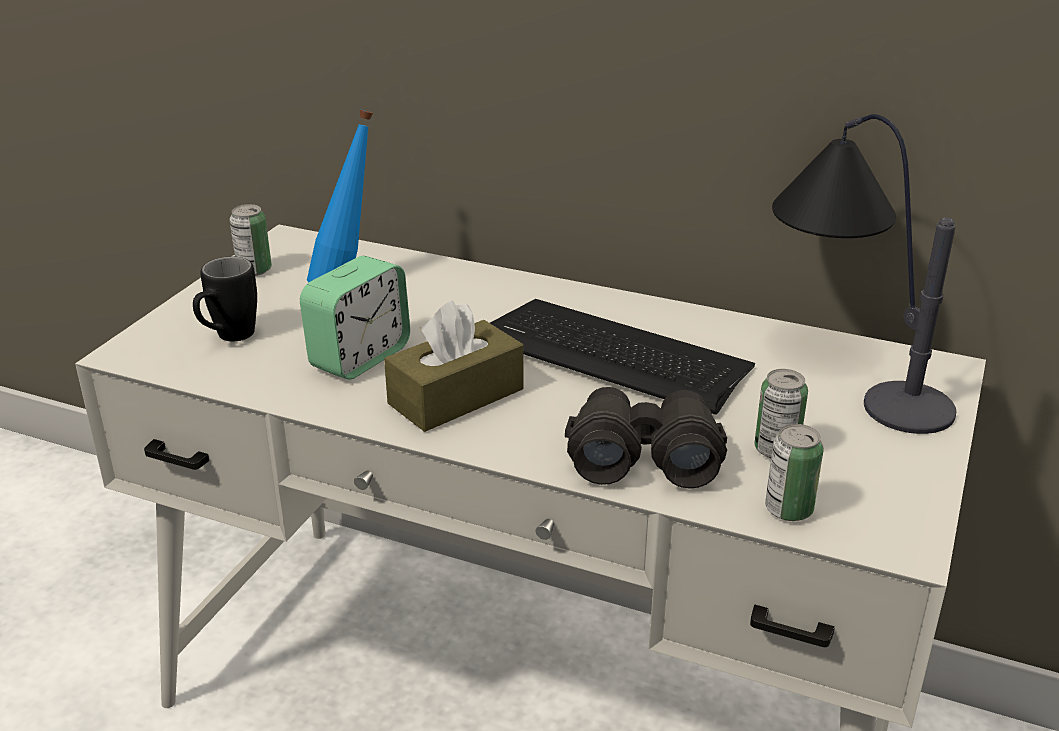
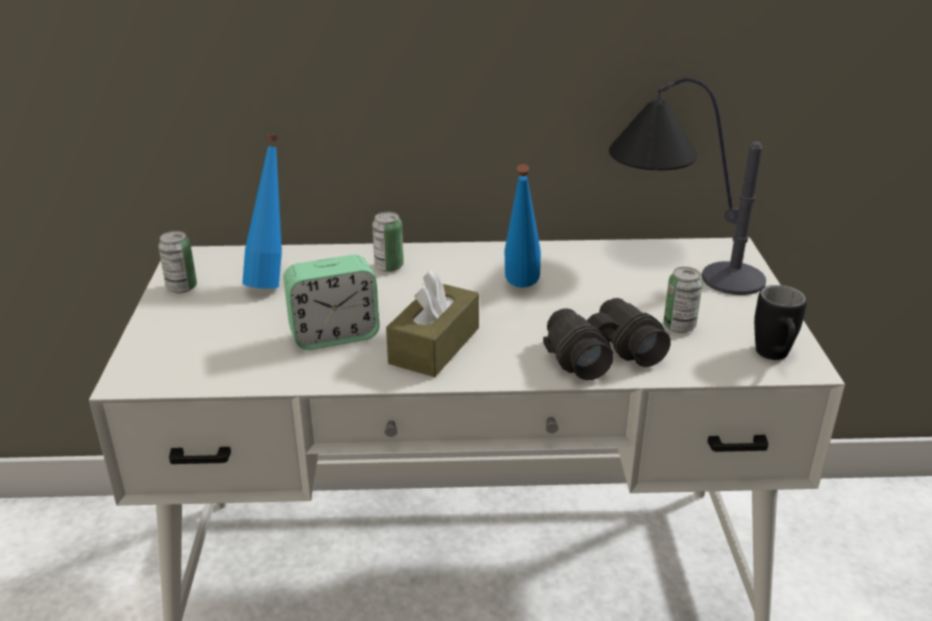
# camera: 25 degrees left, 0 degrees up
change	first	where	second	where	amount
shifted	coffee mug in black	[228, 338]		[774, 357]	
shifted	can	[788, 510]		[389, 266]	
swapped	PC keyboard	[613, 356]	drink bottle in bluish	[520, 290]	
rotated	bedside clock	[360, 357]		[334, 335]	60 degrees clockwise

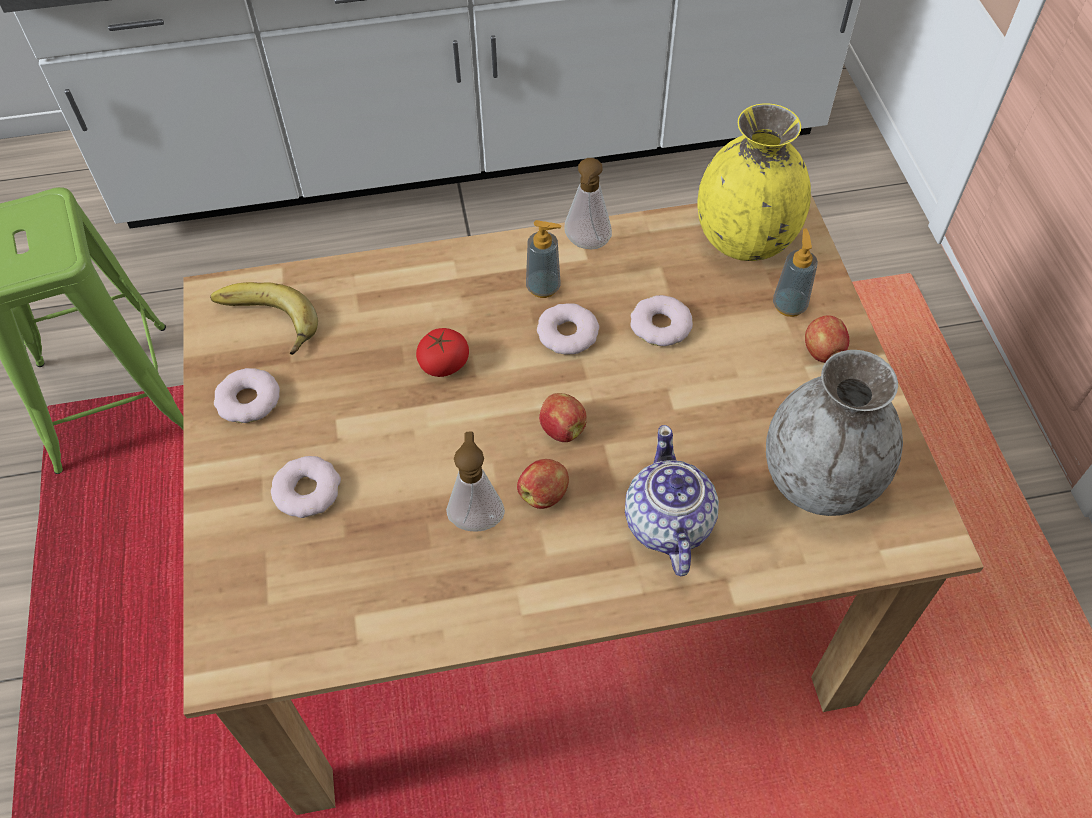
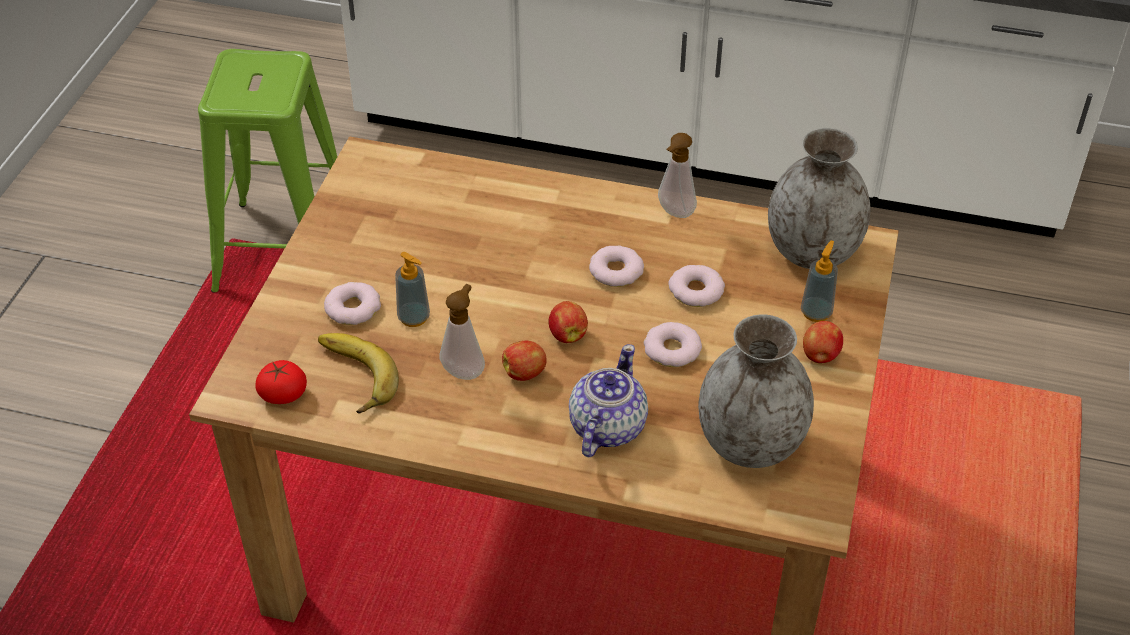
# camera: 25 degrees right, 10 degrees down
change	first	where	second	where	amount
shifted	banana	[264, 323]		[352, 377]	
shifted	donut	[248, 400]		[672, 350]	
shifted	fresh tomato	[443, 363]		[283, 394]	
shifted	liquid soap bottle	[543, 287]		[414, 317]	
repainted	decorative vase in yellow-coloured	[744, 240]	decorative vase in gray	[811, 252]	

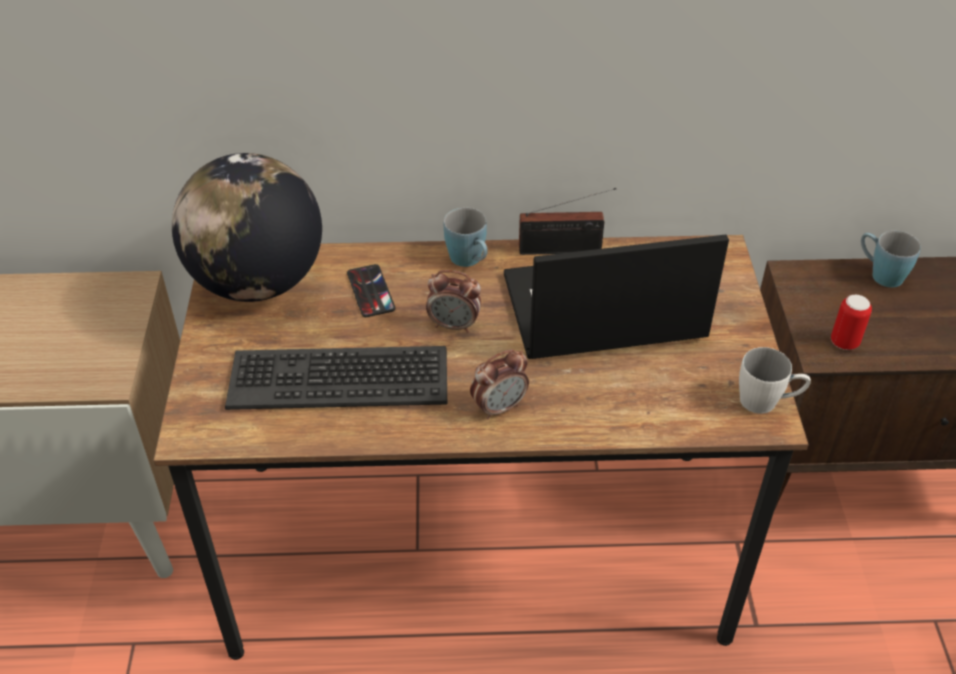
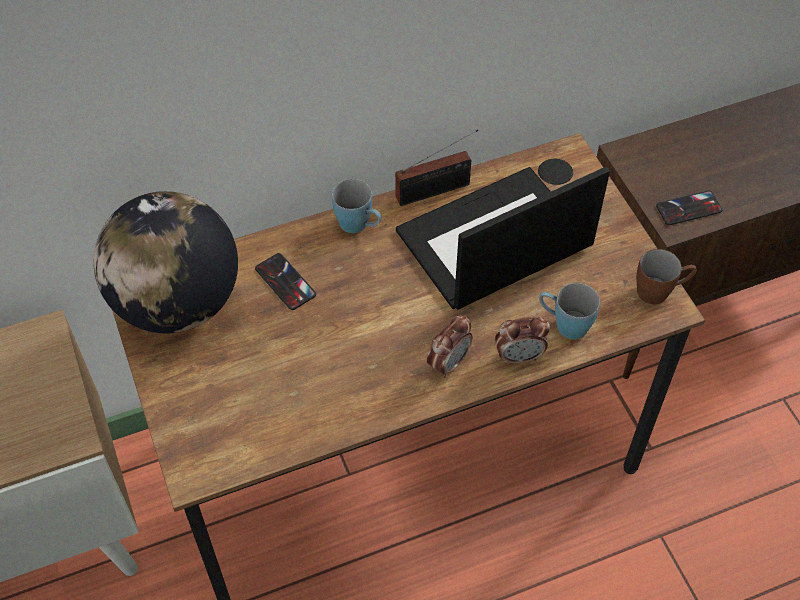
# camera: 20 degrees left, 10 degrees up
change	first	where	second	where	amount
gone	PC keyboard	[339, 378]			
shifted	bedside clock	[454, 325]		[519, 356]	
shifted	coffee mug in bluish	[880, 274]		[564, 324]	
swapped	can	[844, 342]	telephone	[689, 208]	
repainted	coffee mug in white-coloured	[767, 402]	coffee mug in brown	[660, 291]	

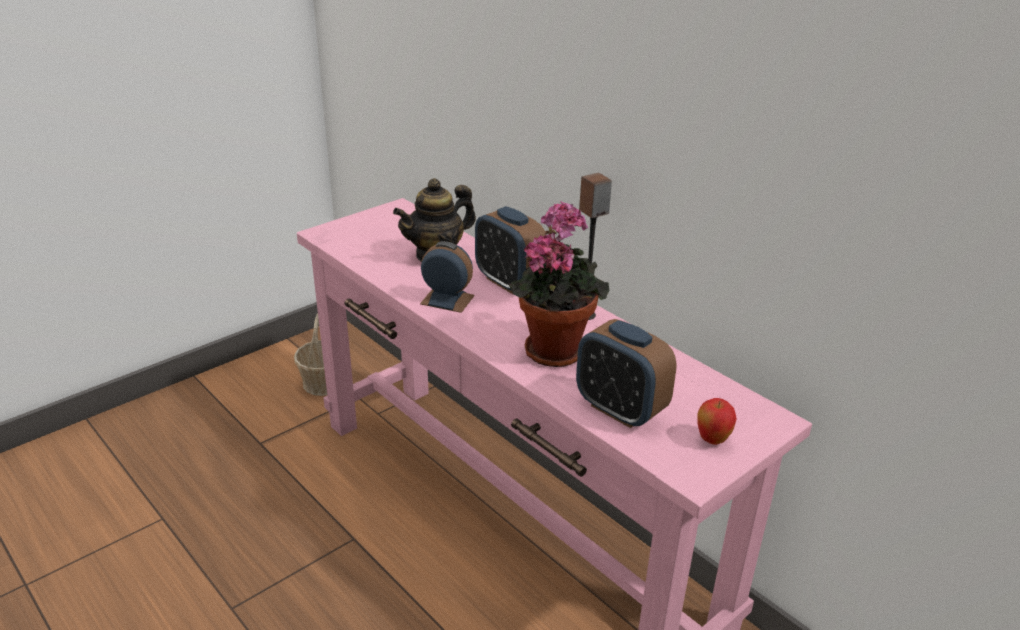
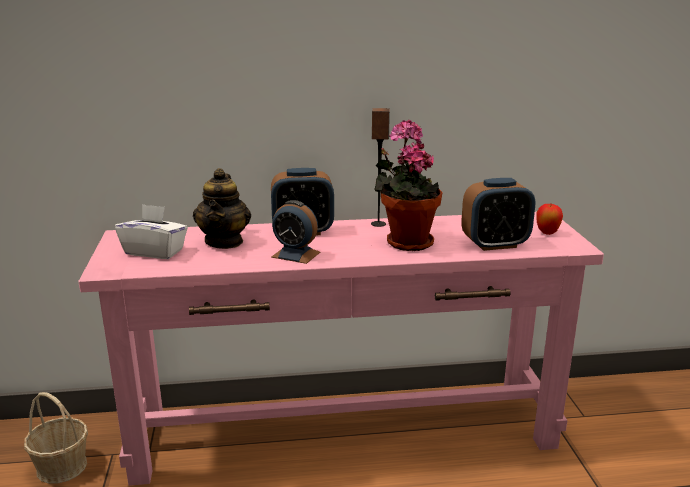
# camera: 55 degrees left, 10 degrees down
change	first	where	second	where	amount
new			box of tissues in white-coloured	[154, 252]	
rotated	bedside clock	[447, 299]		[295, 254]	120 degrees counterclockwise

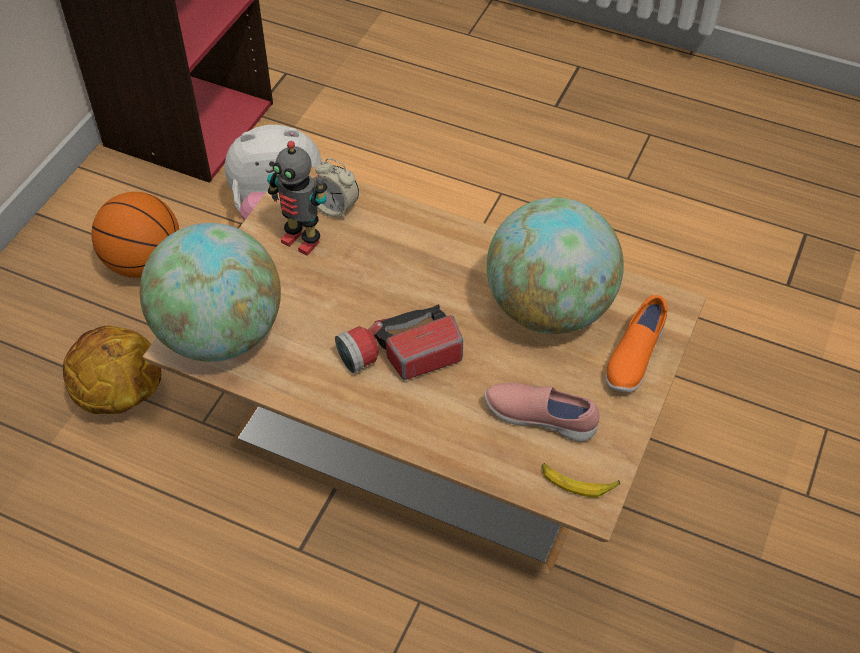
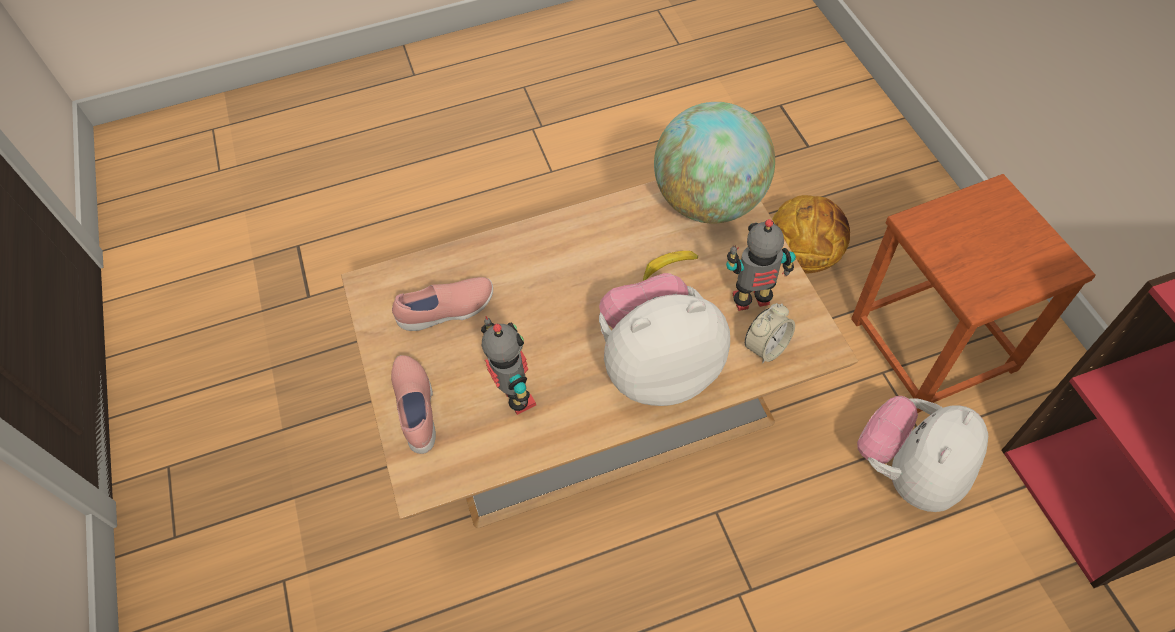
# camera: 140 degrees right, 5 degrees up
change	first	where	second	where	amount
gone	hand torch	[400, 356]			
new			plush toy	[658, 366]	
shifted	banana	[577, 482]		[668, 269]	
swapped	ball for basketball	[144, 263]	stool seat in brown	[931, 344]	
swapped	desk globe	[549, 308]	toy robot	[516, 398]	
repainted	shoe in orangey	[633, 358]	shoe in pinkish	[418, 408]	
rotated	bedside clock	[335, 207]		[766, 347]	150 degrees clockwise

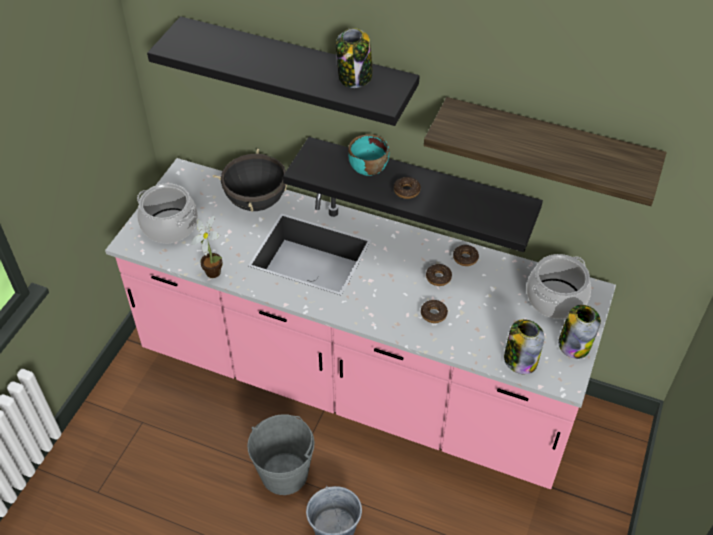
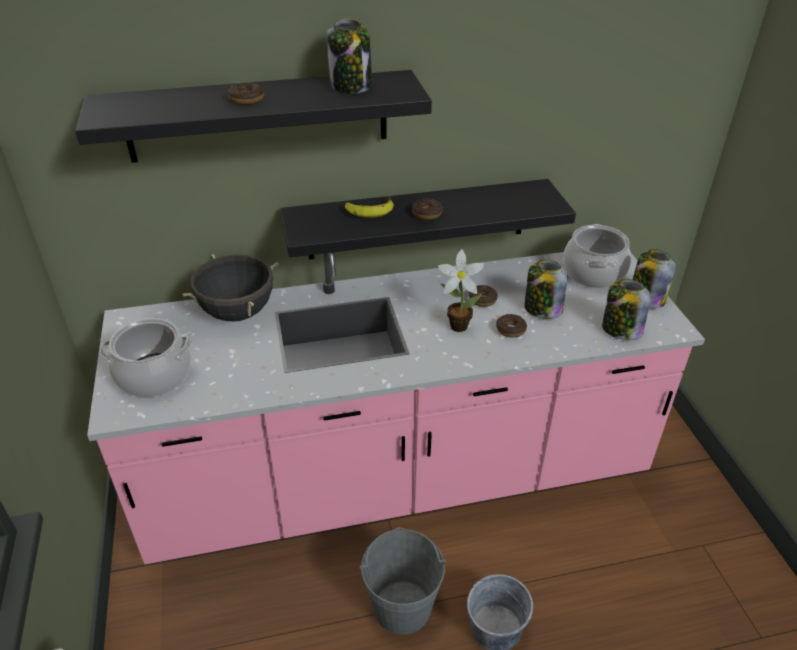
# camera: 35 degrees left, 10 degrees down
change	first	where	second	where	amount
gone	bracket shelf	[548, 146]			
new			storage jar	[542, 309]	
shifted	plant in a pot	[212, 270]		[456, 325]	
shifted	donut	[465, 258]		[246, 99]	
swapped	bowl in blue-green	[368, 168]	banana	[369, 210]	

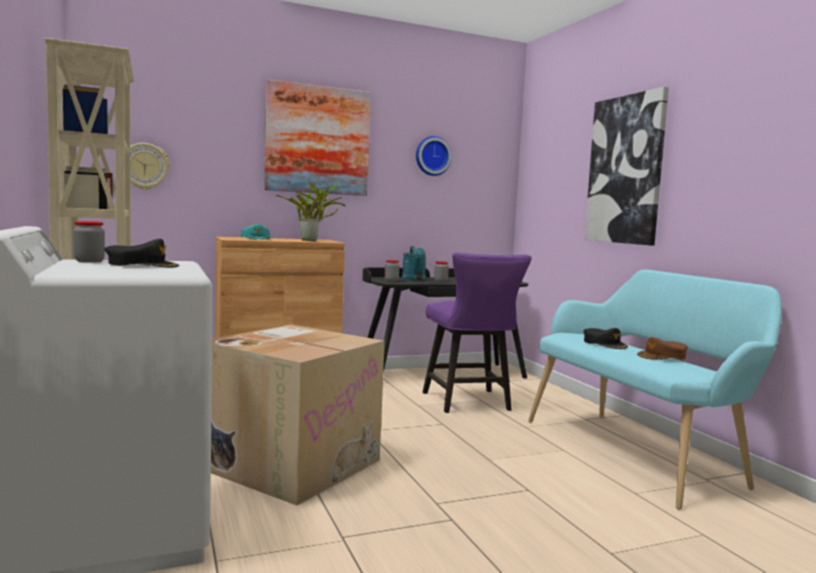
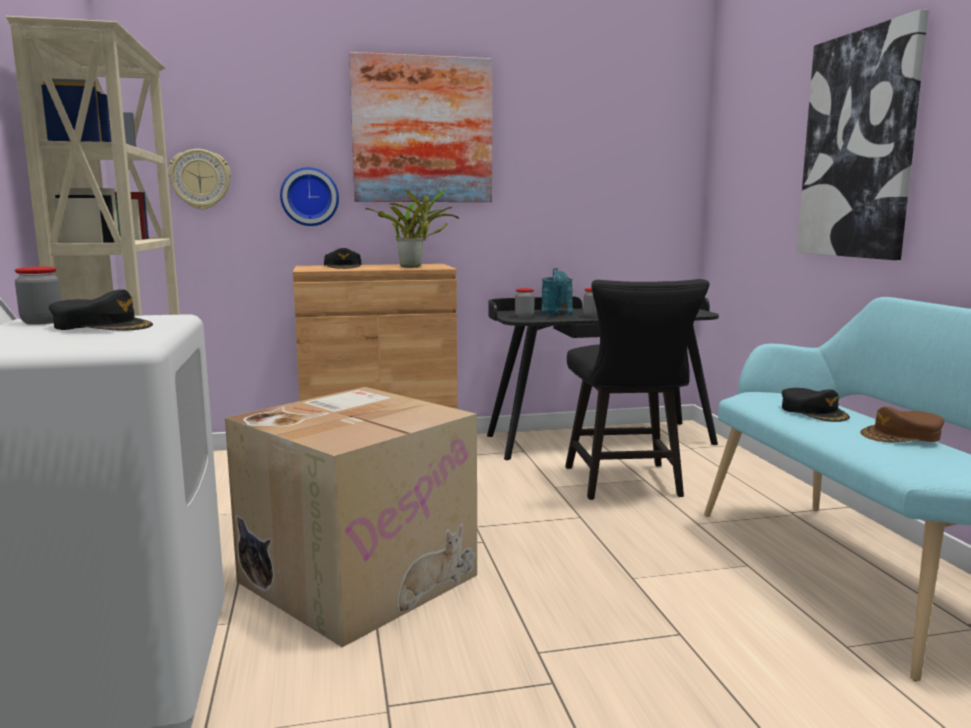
# camera: 10 degrees right, 5 degrees up
change	first	where	second	where	amount
shifted	wall clock	[432, 156]		[309, 197]	
repainted	cap in blue-green	[256, 238]	cap in black	[343, 266]	
repainted	upright chair in purple	[469, 403]	upright chair in black	[626, 484]	

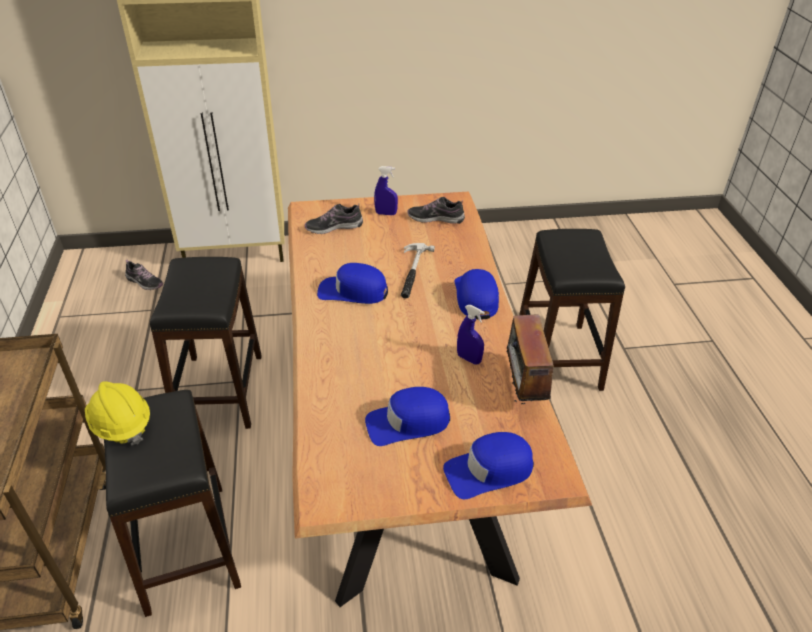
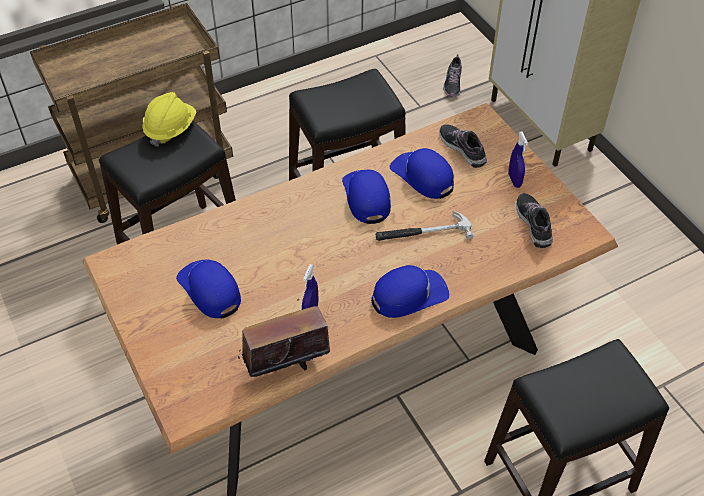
# camera: 70 degrees right, 10 degrees up
change	first	where	second	where	amount
shifted	cap in bluish	[489, 471]		[422, 176]	

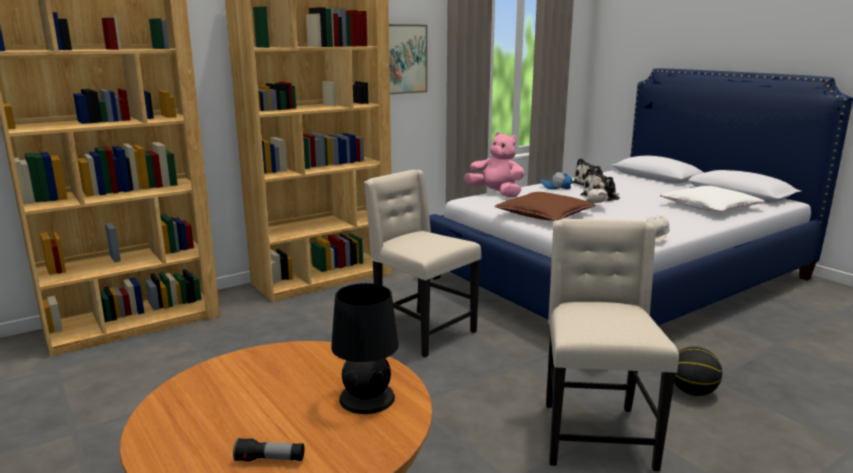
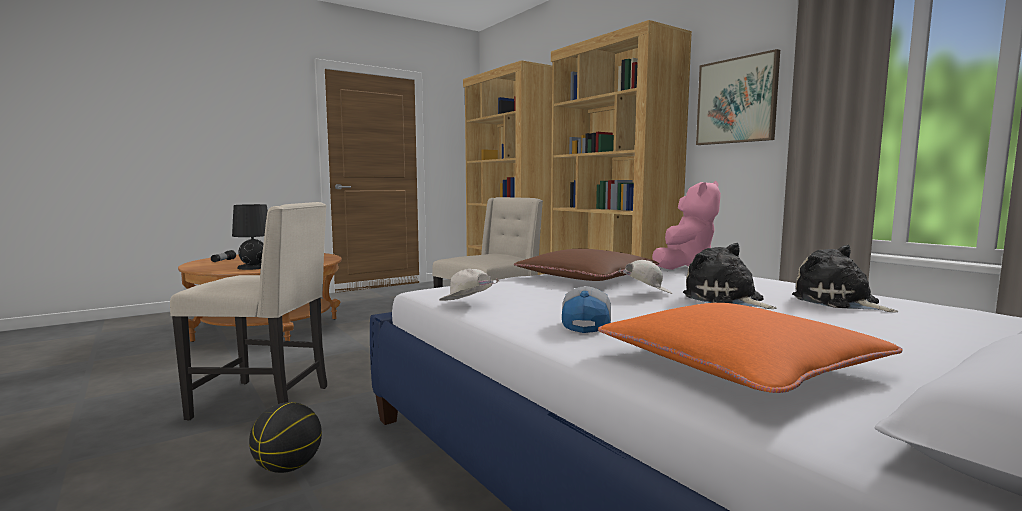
# camera: 90 degrees right, 10 degrees down
change	first	where	second	where	amount
shifted	cap	[555, 187]		[585, 323]	
repainted	pillow in white-coloured	[710, 207]	pillow in orangey	[738, 363]	

